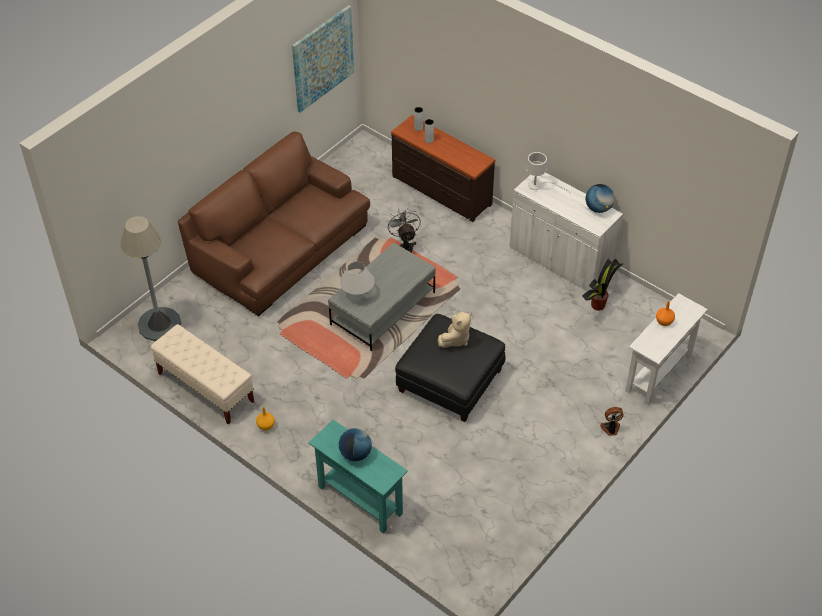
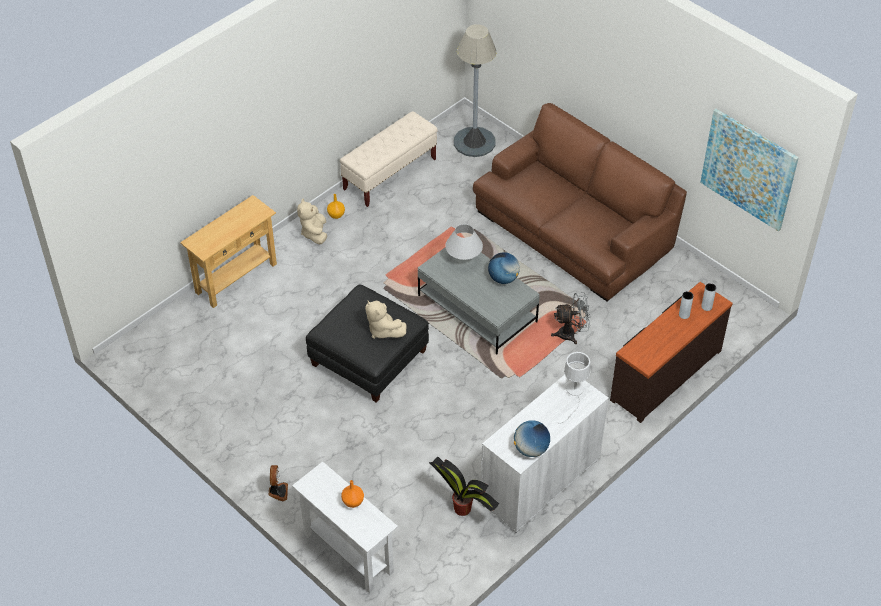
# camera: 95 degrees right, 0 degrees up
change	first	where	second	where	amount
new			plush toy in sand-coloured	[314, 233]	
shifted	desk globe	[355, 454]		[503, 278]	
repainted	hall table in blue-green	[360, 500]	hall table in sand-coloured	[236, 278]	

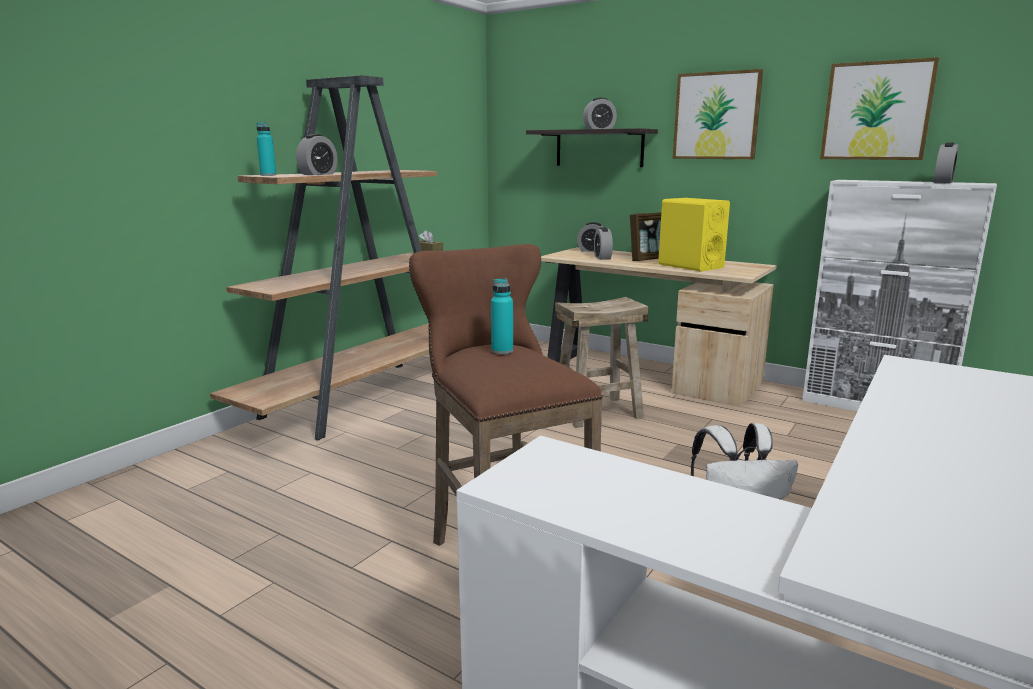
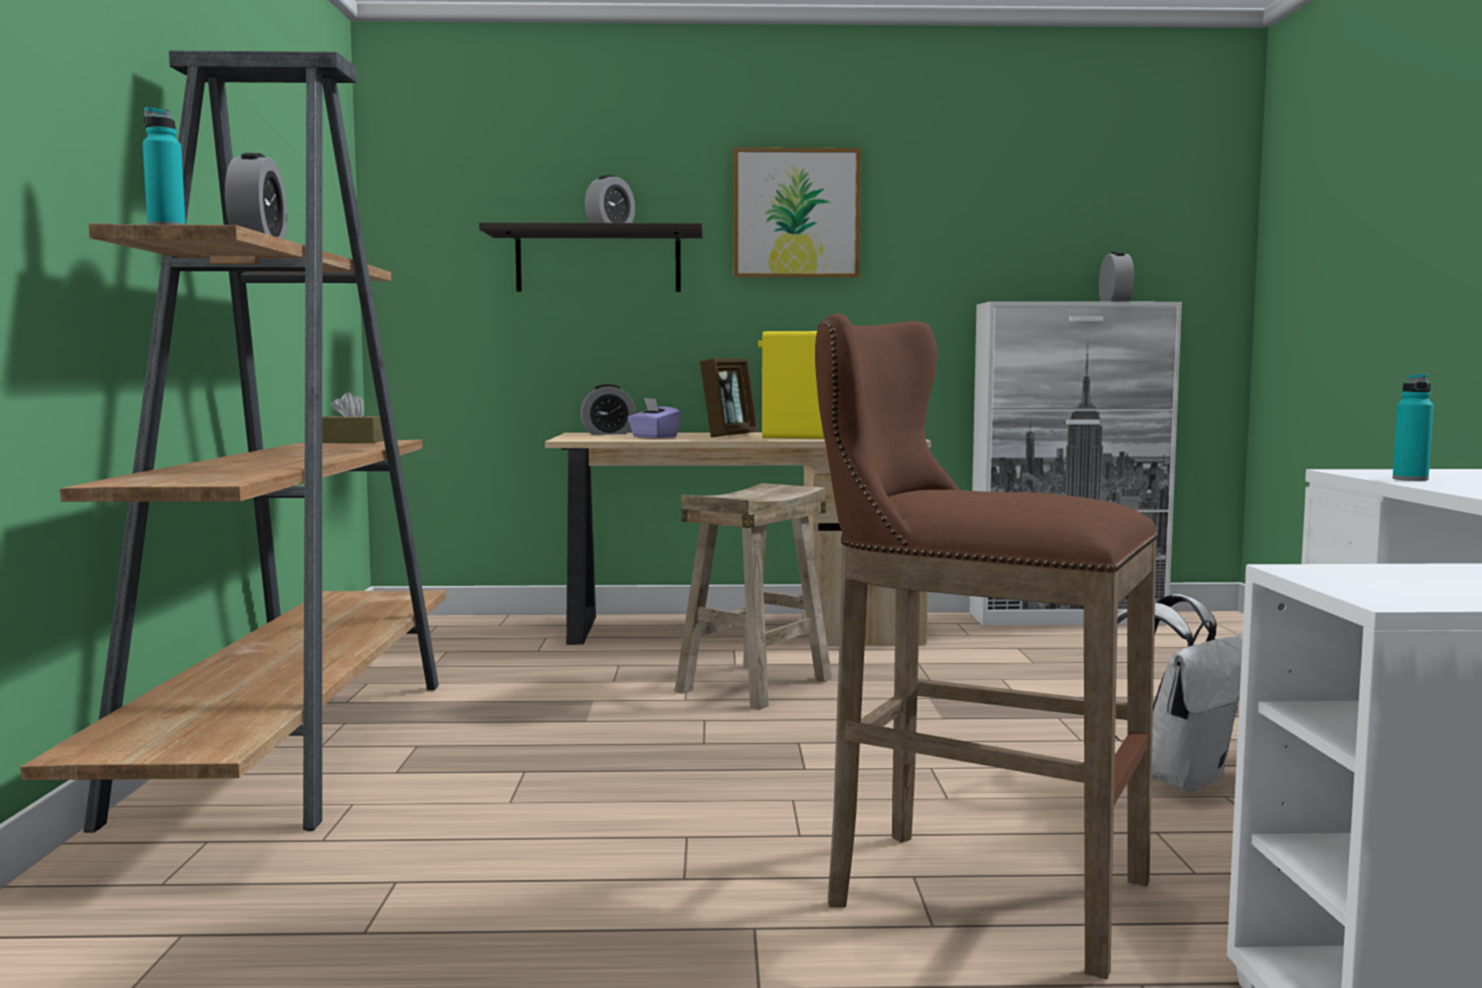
# camera: 35 degrees left, 10 degrees down
change	first	where	second	where	amount
gone	wall picture	[877, 111]			
shifted	drink bottle in blue-green	[502, 351]		[1410, 479]	
swapped	bedside clock	[602, 257]	box of tissues in purple	[654, 437]	

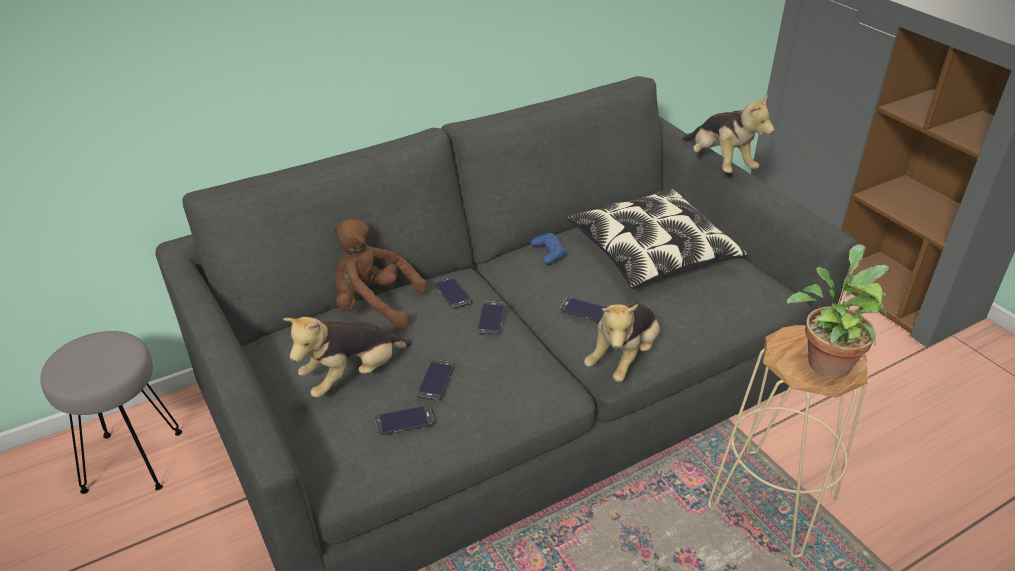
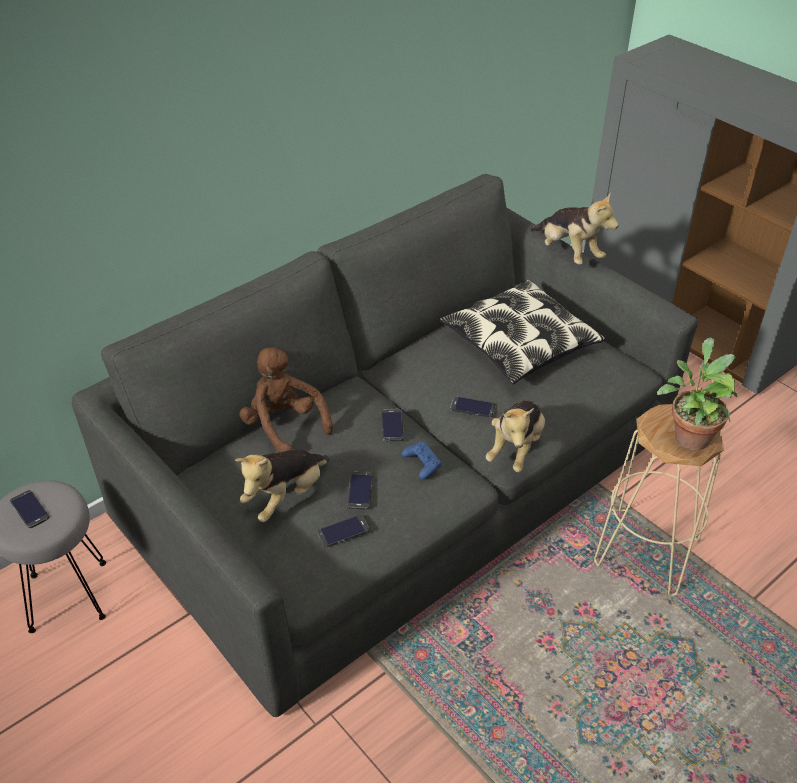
# camera: 10 degrees left, 5 degrees up
change	first	where	second	where	amount
shifted	telephone	[452, 293]		[29, 509]	
shifted	joypad in bluish	[548, 253]		[422, 463]	
rotated	plush toy in brown	[374, 305]		[284, 426]	45 degrees clockwise

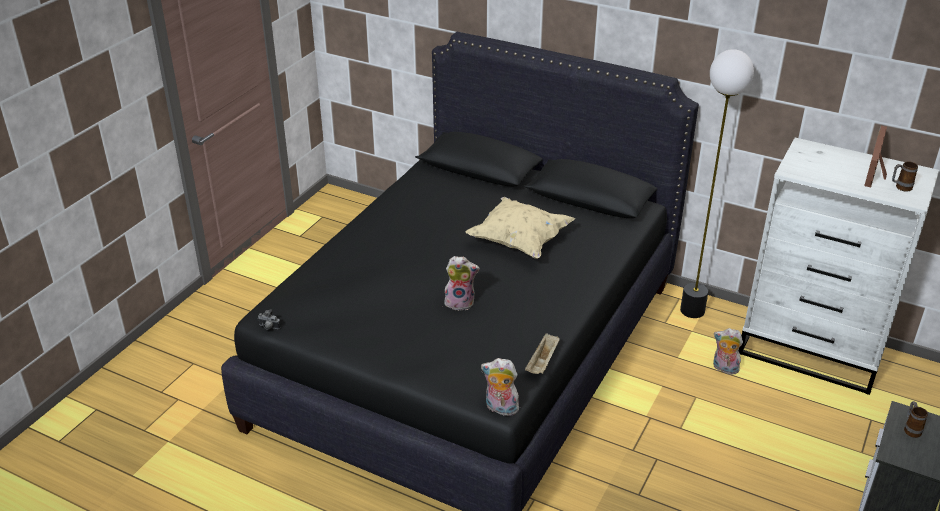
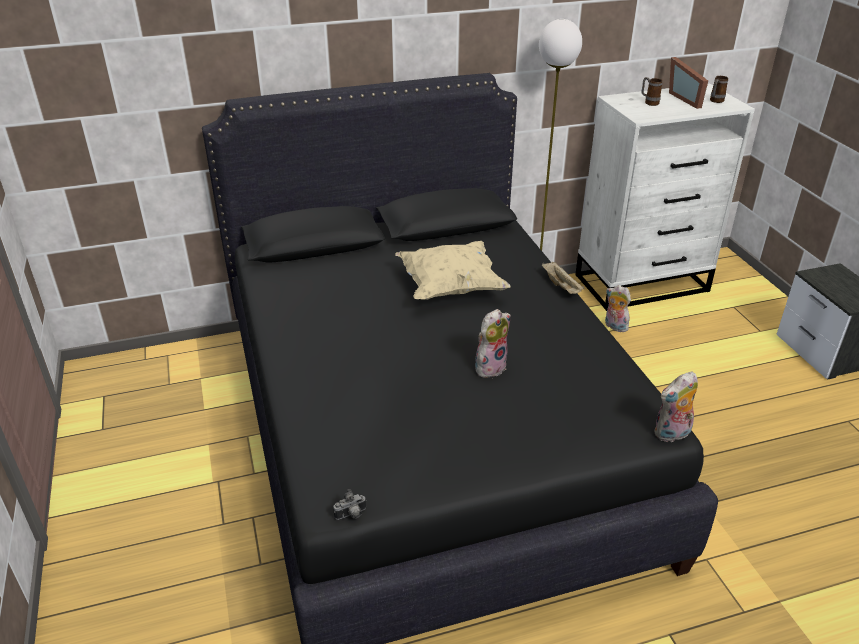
# camera: 45 degrees left, 0 degrees up
change	first	where	second	where	amount
shifted	carrying tray in sand-coloured	[542, 362]		[562, 286]	
shifted	coffee mug	[911, 429]		[649, 102]	
rotated	plush toy	[724, 369]		[614, 326]	60 degrees clockwise

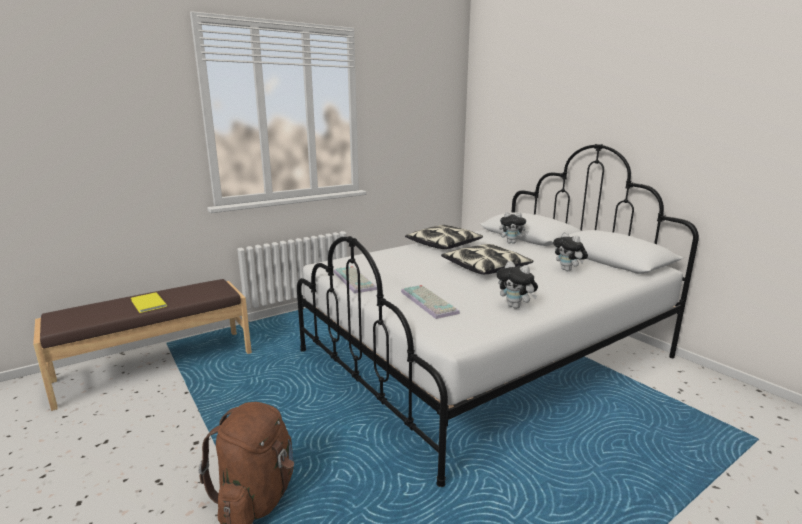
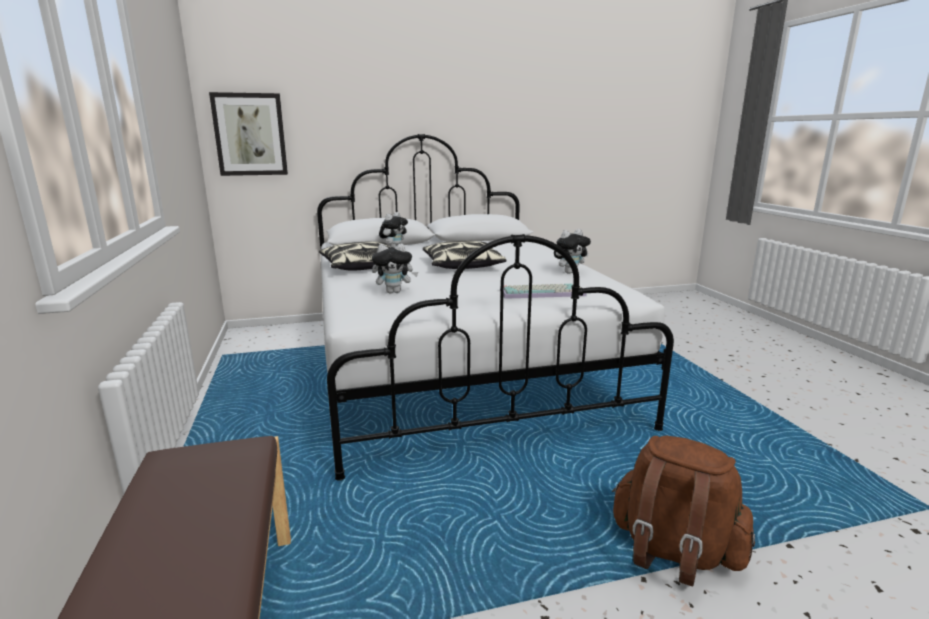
# camera: 70 degrees left, 0 degrees up
change	first	where	second	where	amount
gone	bound book in yellow-coloured	[147, 304]			
gone	PC keyboard	[355, 280]			
new			wall picture	[250, 134]	
shifted	plush toy	[568, 270]		[394, 292]	

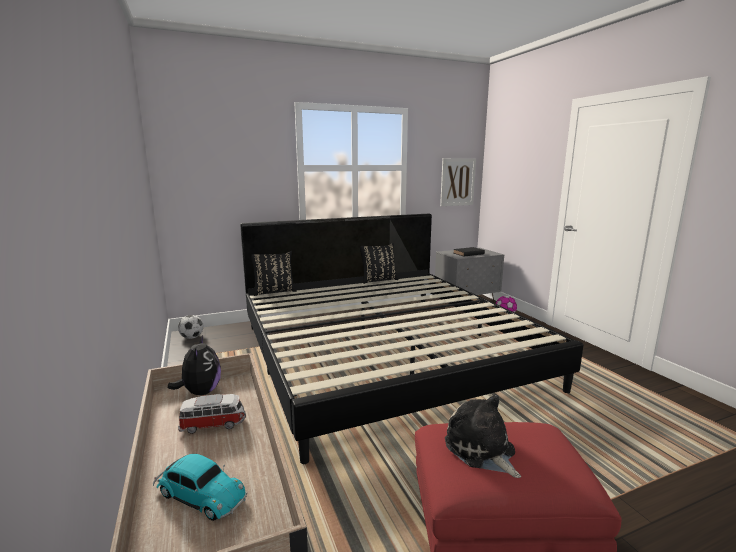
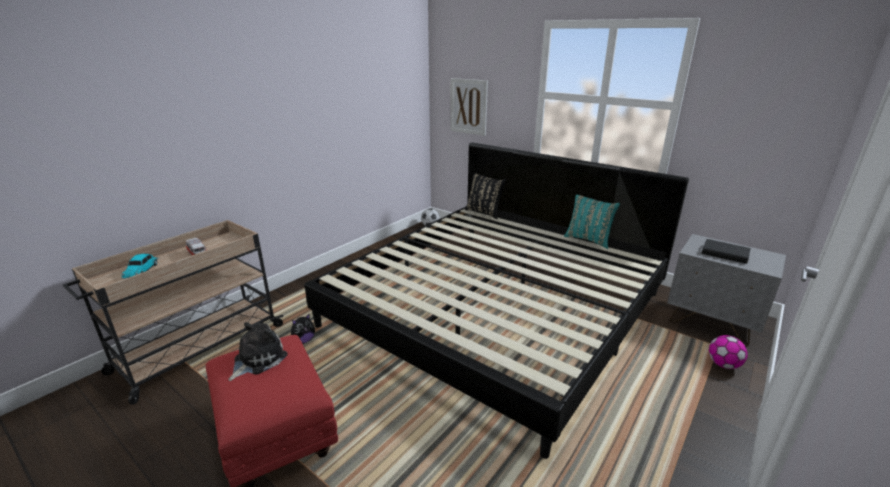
# camera: 60 degrees right, 10 degrees up
change	first	where	second	where	amount
shifted	plush toy	[200, 392]		[304, 340]	
shifted	wall picture	[457, 182]		[468, 106]	
repainted	pillow in black	[378, 280]	pillow in blue-green	[588, 239]	

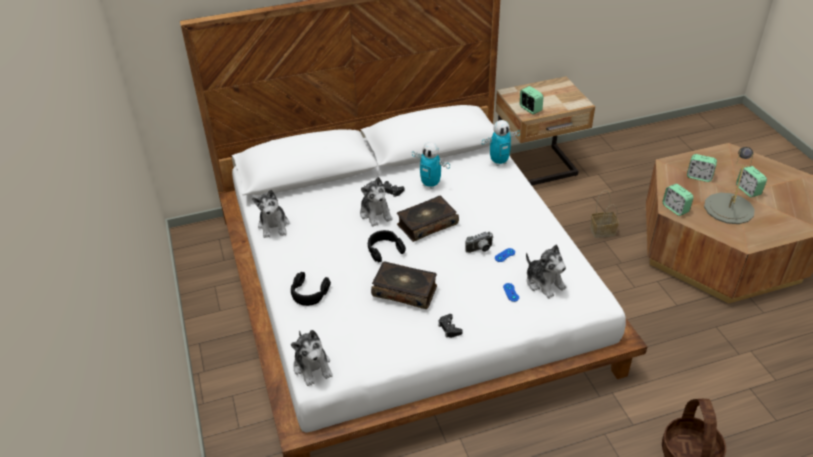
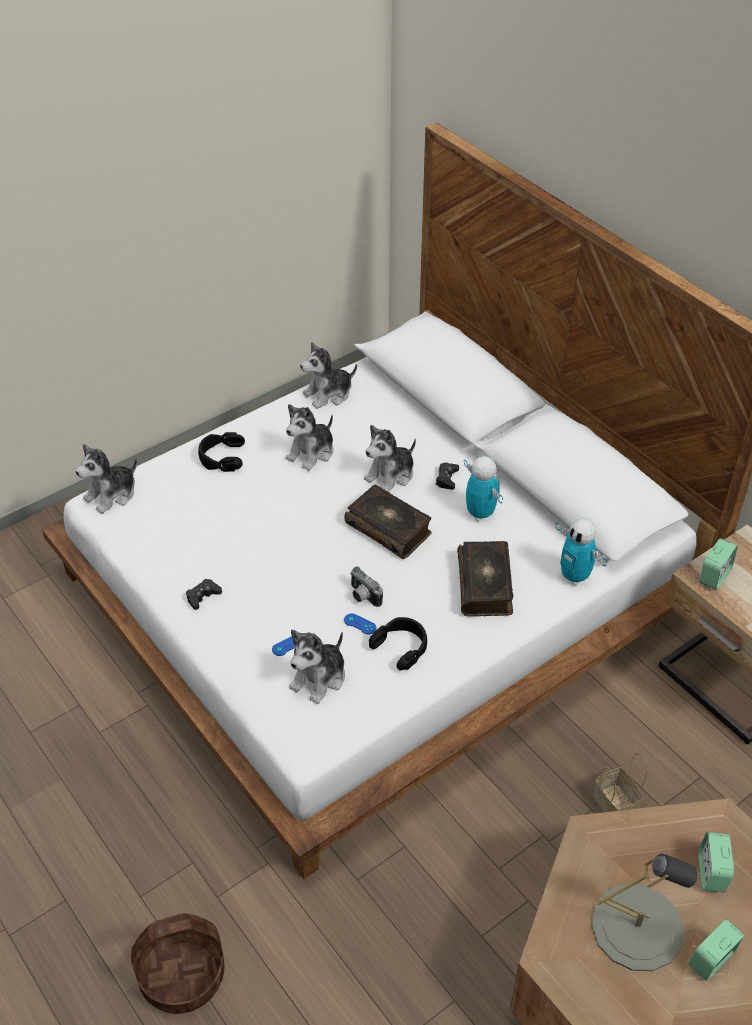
# camera: 70 degrees right, 5 degrees up
change	first	where	second	where	amount
gone	bedside clock	[675, 208]			
new			plush toy	[312, 452]	
shifted	headphones in black	[384, 249]		[401, 647]	
shifted	bound book	[405, 291]		[485, 585]	
rotated	toy robot	[430, 184]		[480, 513]	135 degrees clockwise

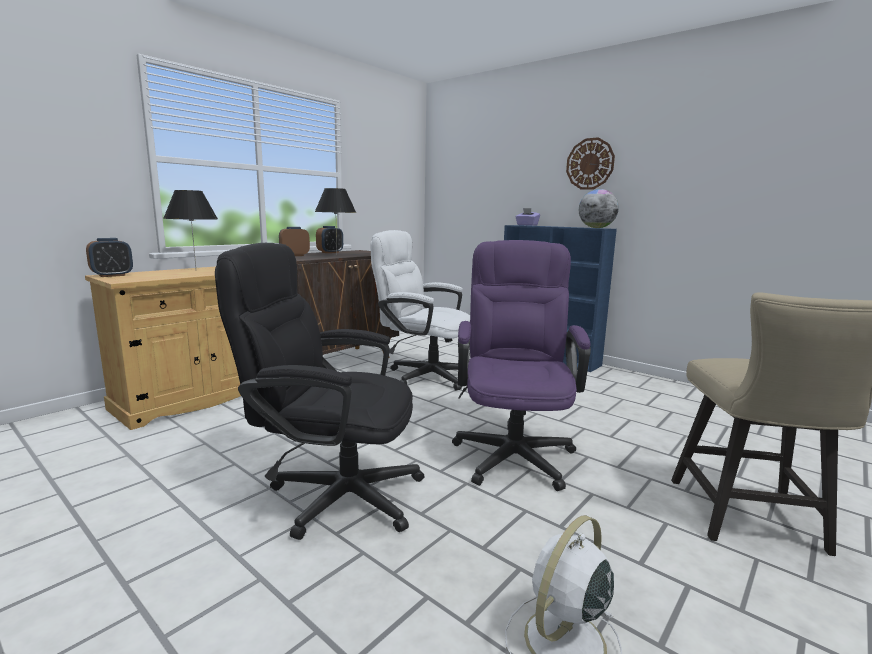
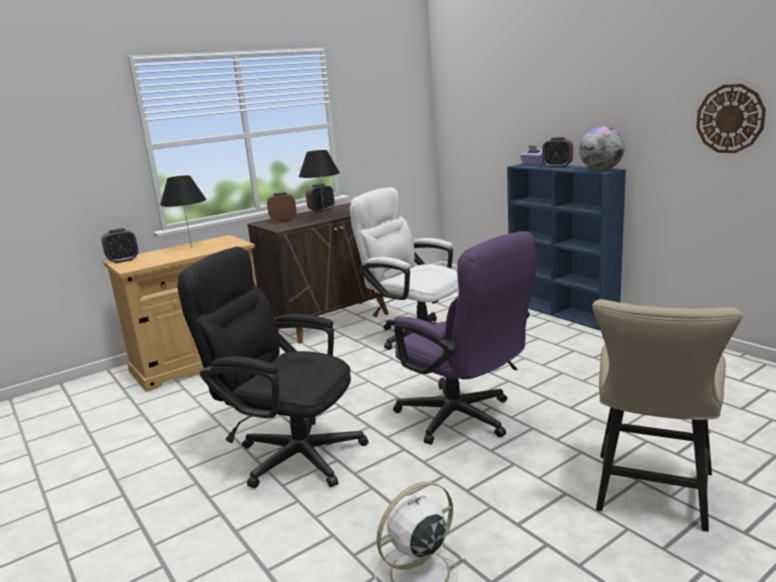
# camera: 15 degrees right, 5 degrees up
change	first	where	second	where	amount
new			bedside clock	[557, 167]	
shifted	wall clock	[590, 164]		[730, 119]	
rotated	computer chair in purple	[513, 450]		[463, 419]	120 degrees clockwise

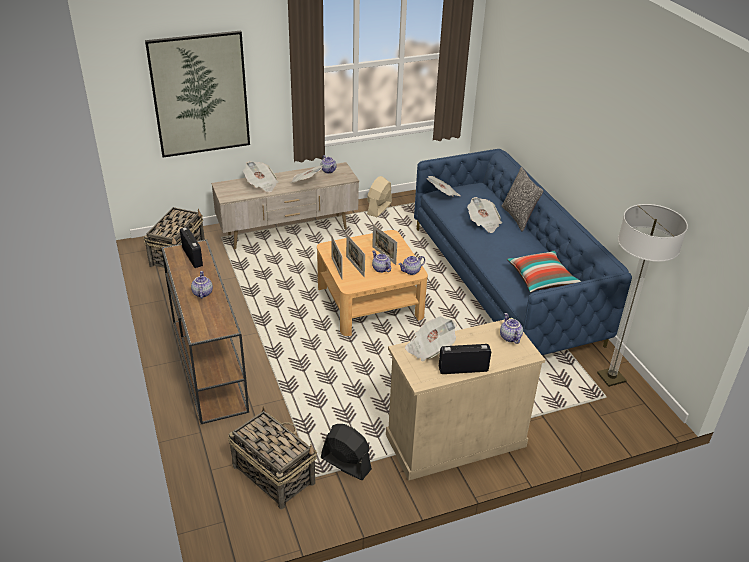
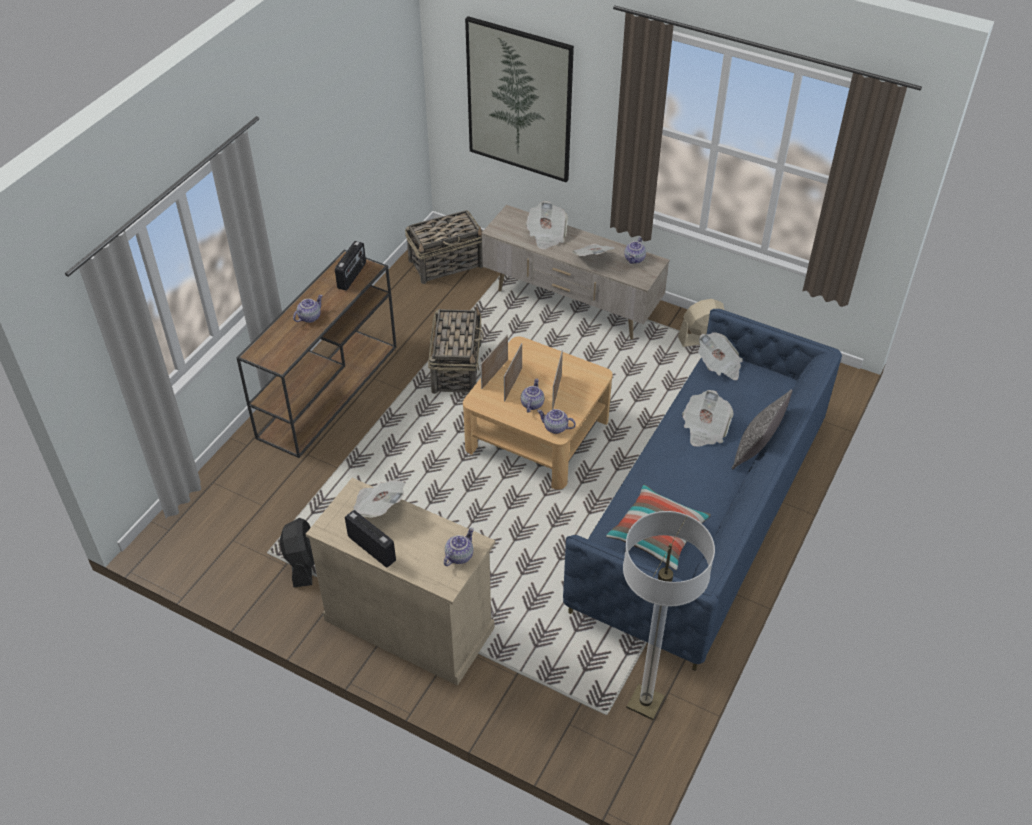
# camera: 50 degrees right, 10 degrees up
change	first	where	second	where	amount
shifted	household basket	[273, 474]		[457, 368]	

